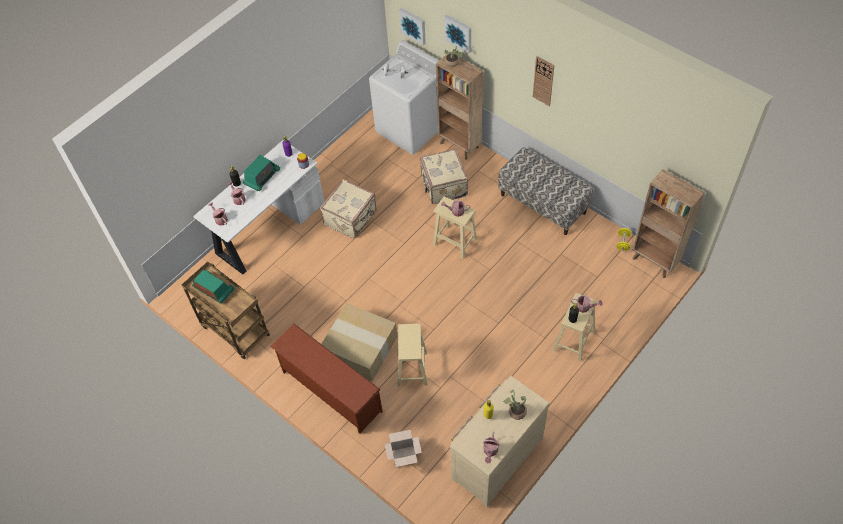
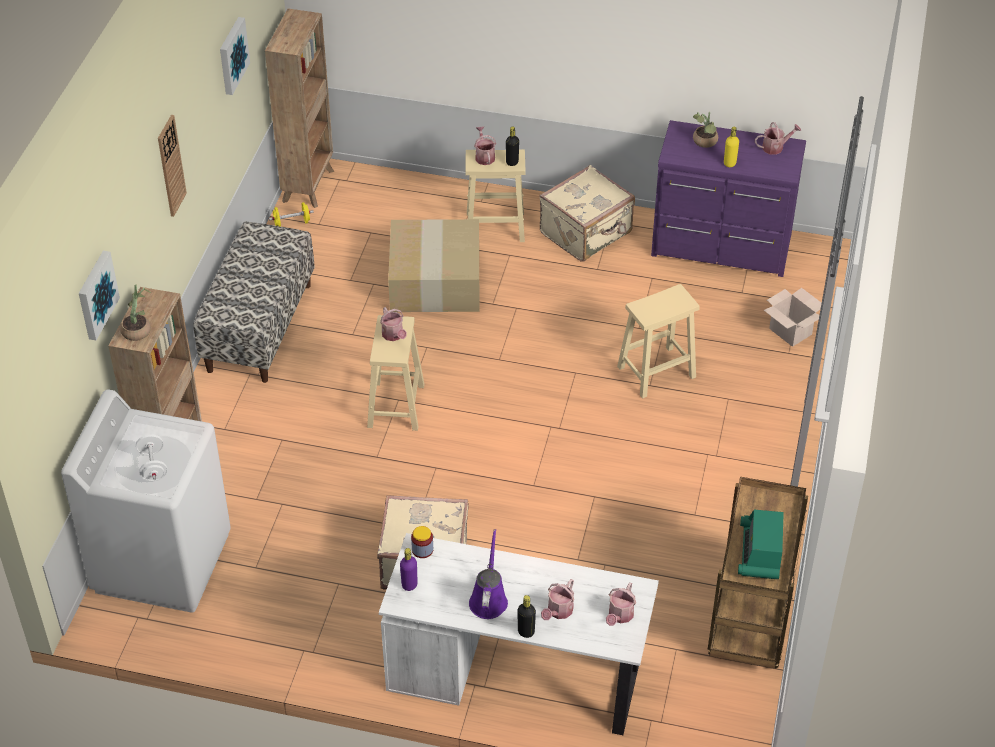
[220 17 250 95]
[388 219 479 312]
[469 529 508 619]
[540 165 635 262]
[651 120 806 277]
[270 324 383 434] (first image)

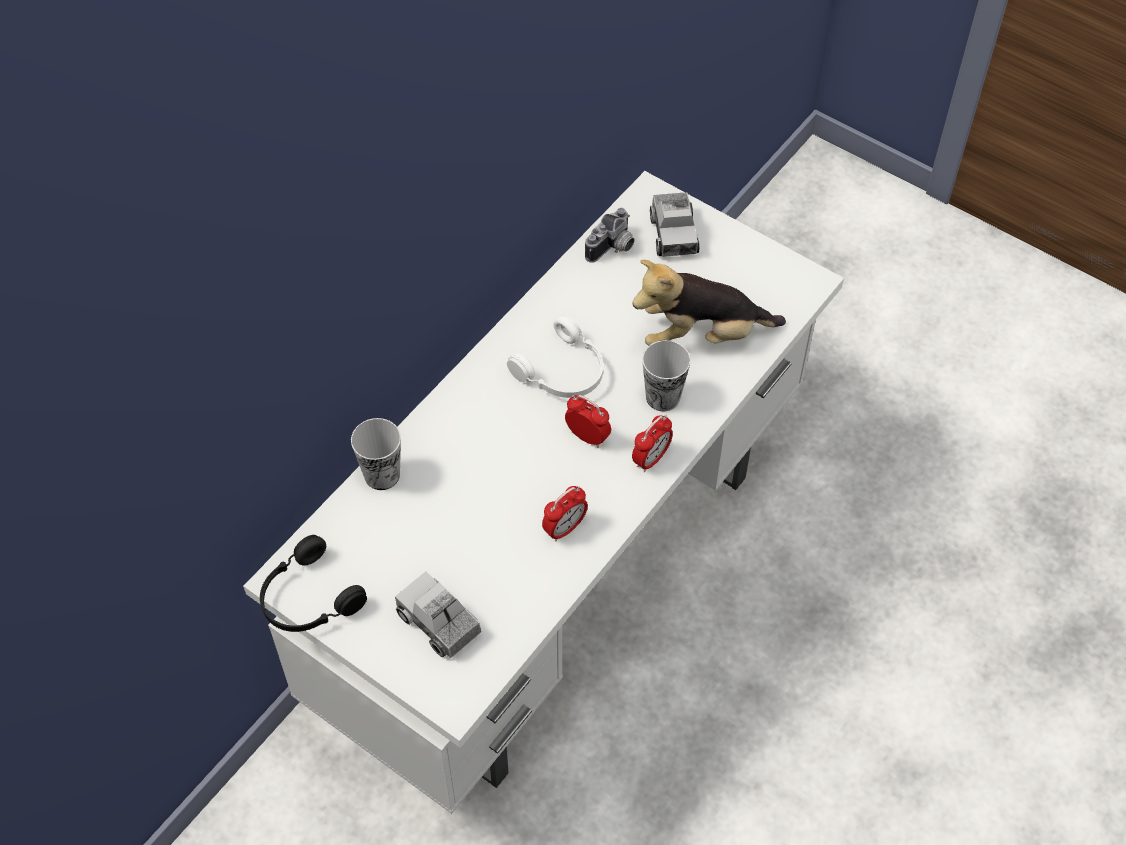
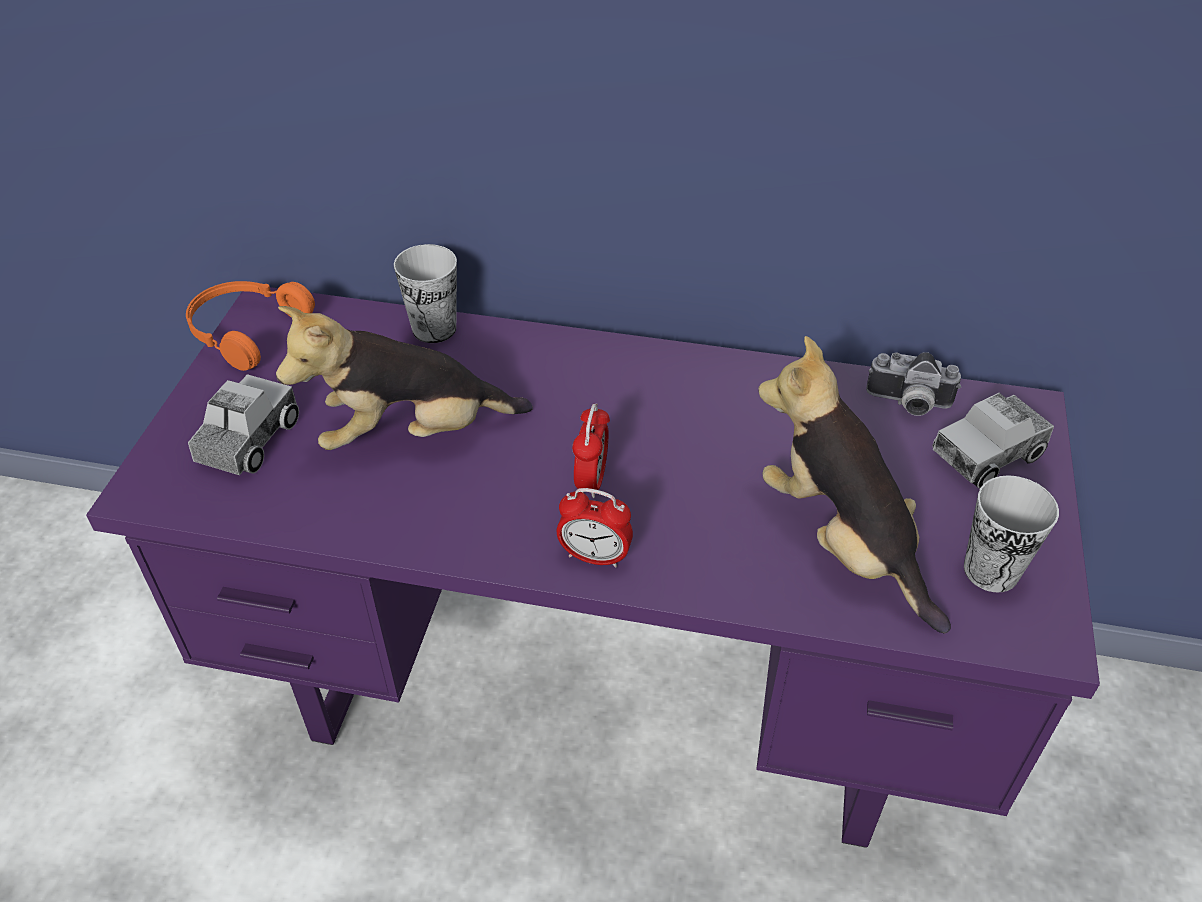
[86 287 1100 848]
[186 281 315 371]
[276 306 533 450]
[964 476 1059 592]
[507 314 603 398] (first image)
[542 486 588 542] (first image)

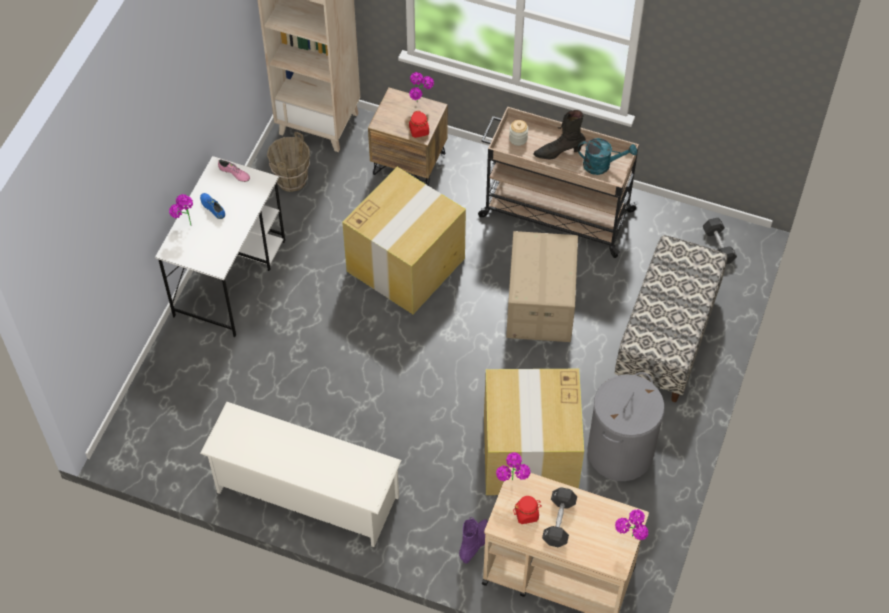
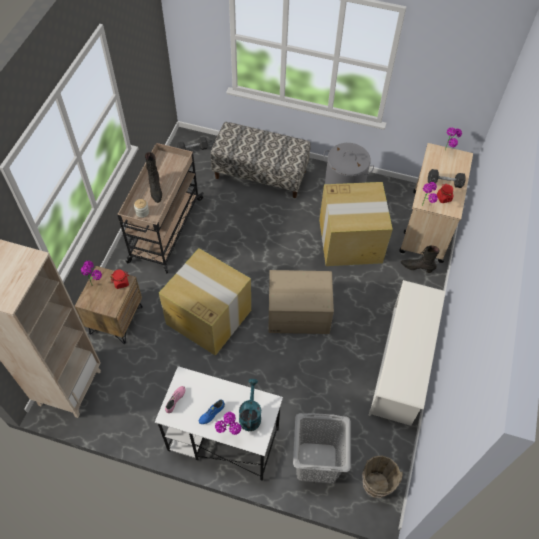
[239 379 261 431]
[268 270 334 334]
[293 413 351 483]
[362 455 402 498]
[401 245 439 273]

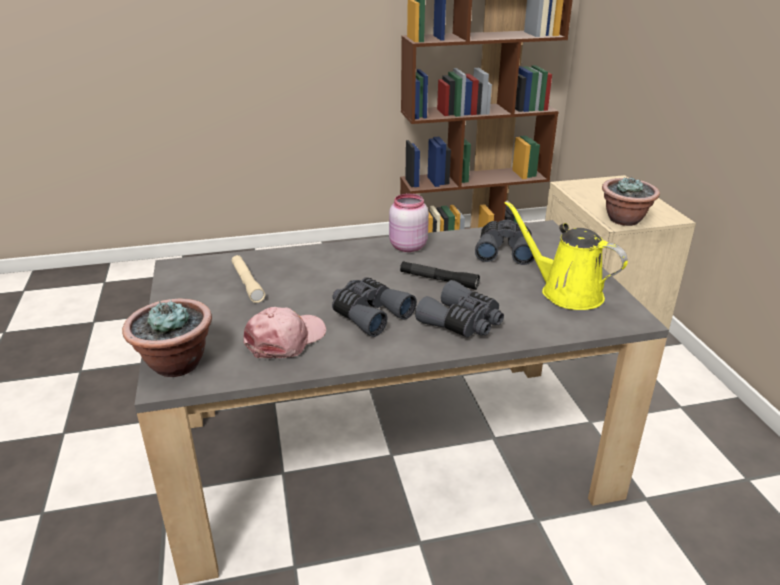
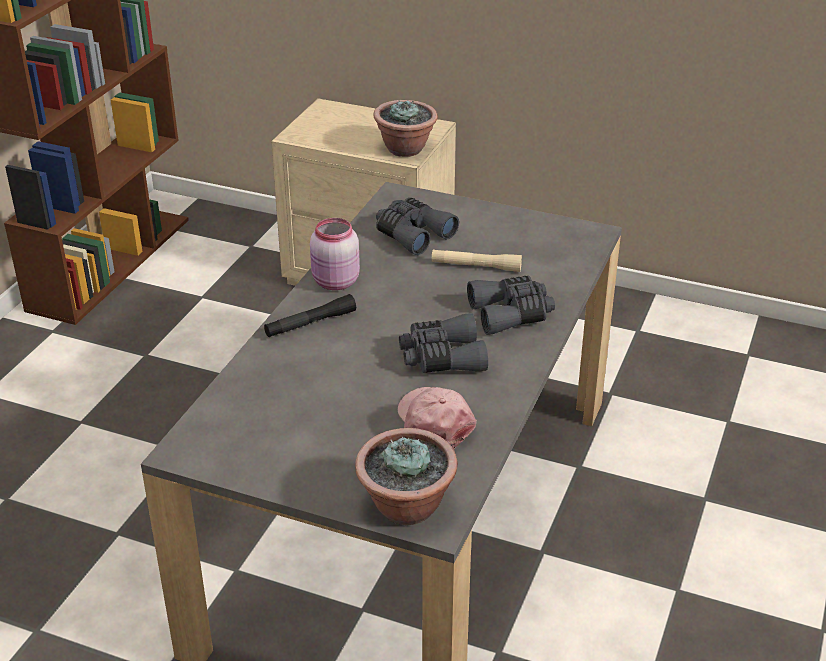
[264 294 356 337]
[432 249 522 272]
[505 201 628 310] (first image)

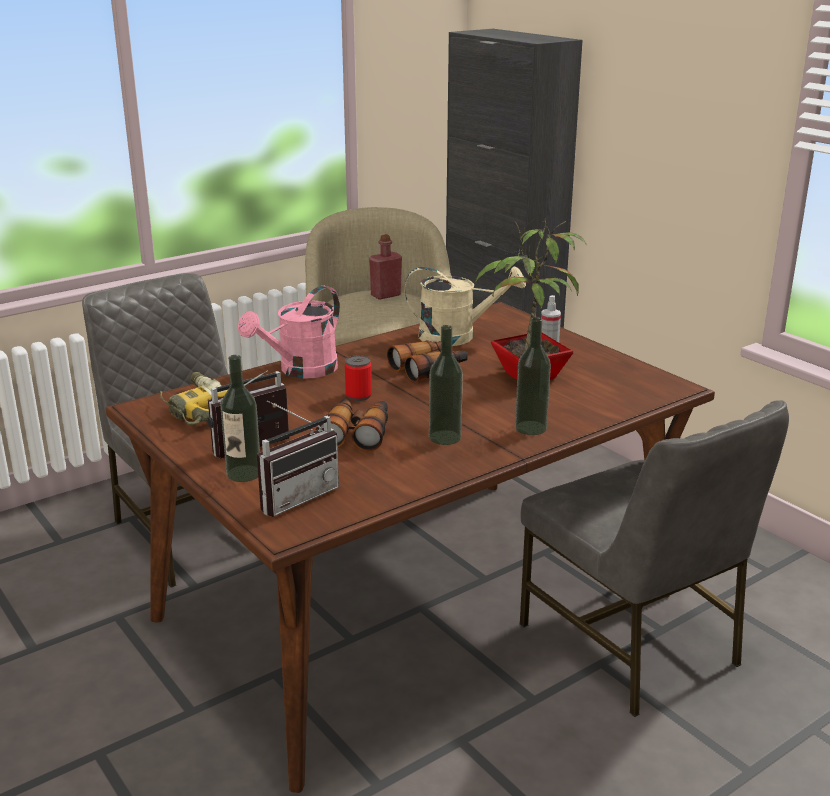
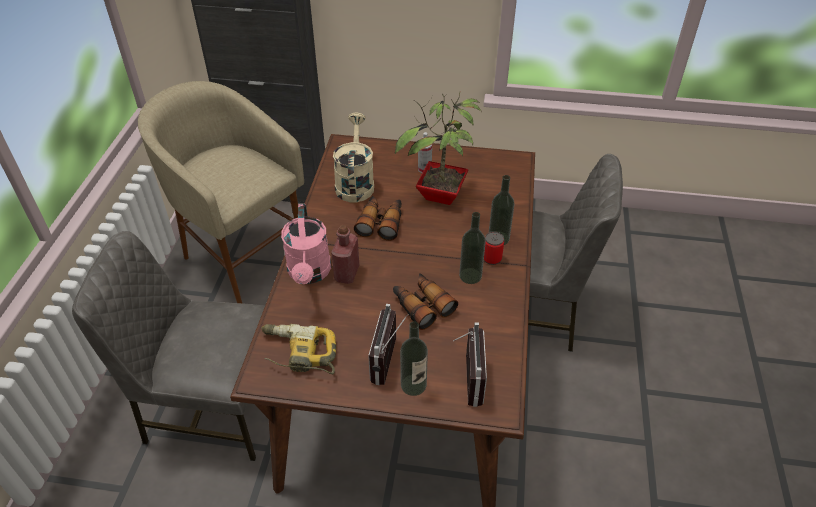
[331 225 359 284]
[333 113 374 203]
[484 231 504 265]

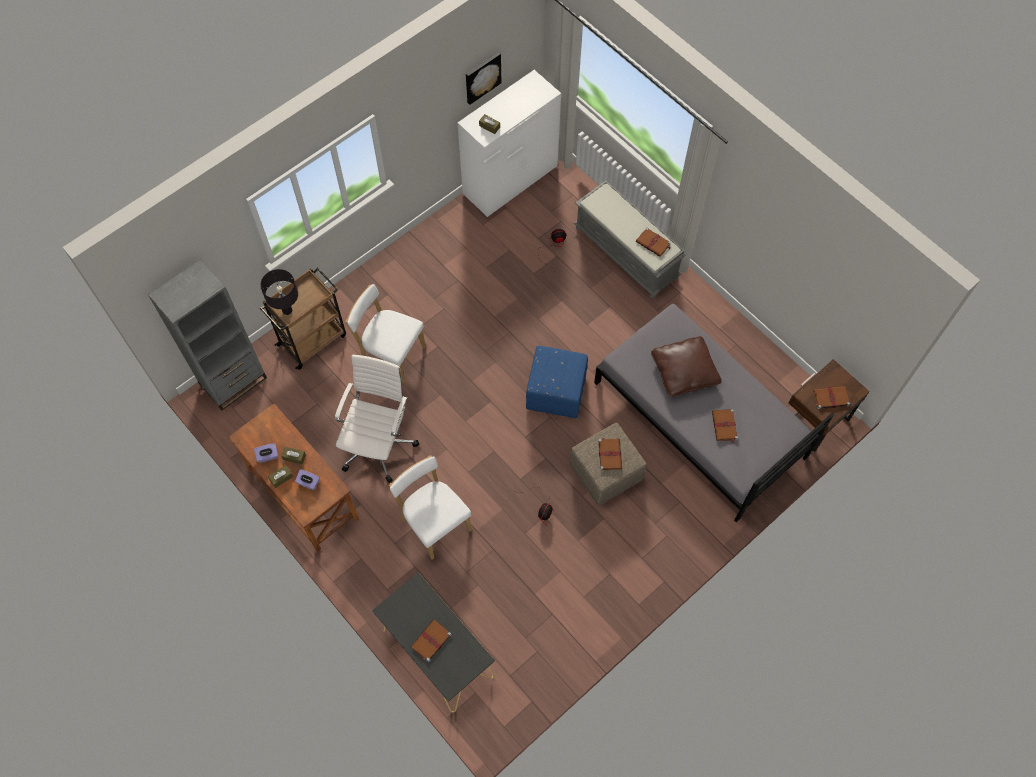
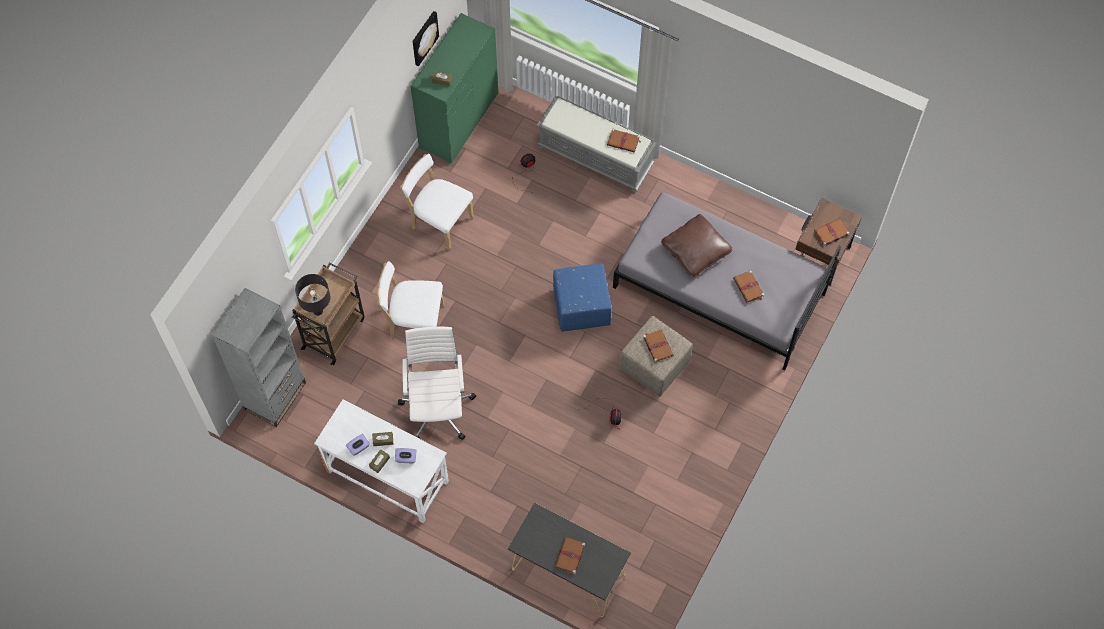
[314 399 449 523]
[400 154 474 250]
[411 13 498 163]

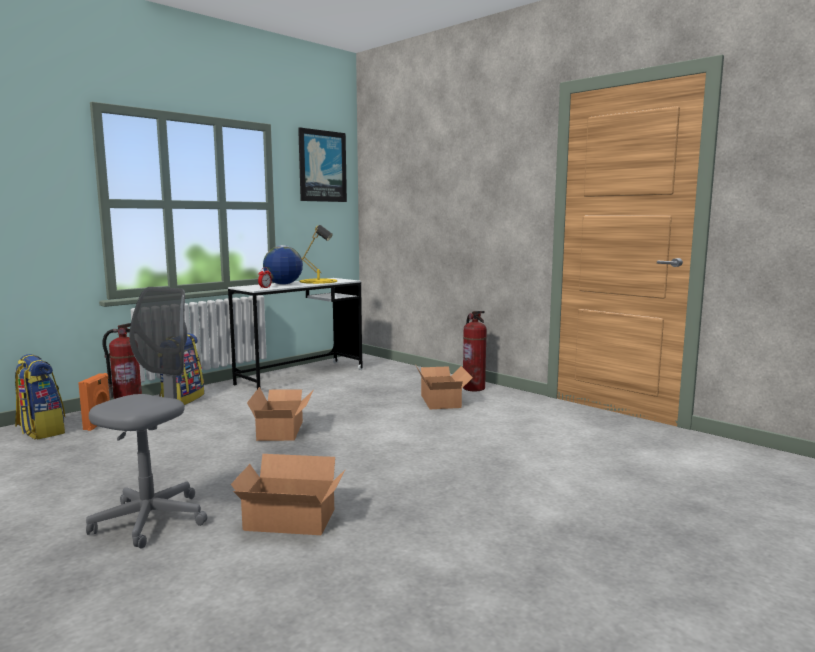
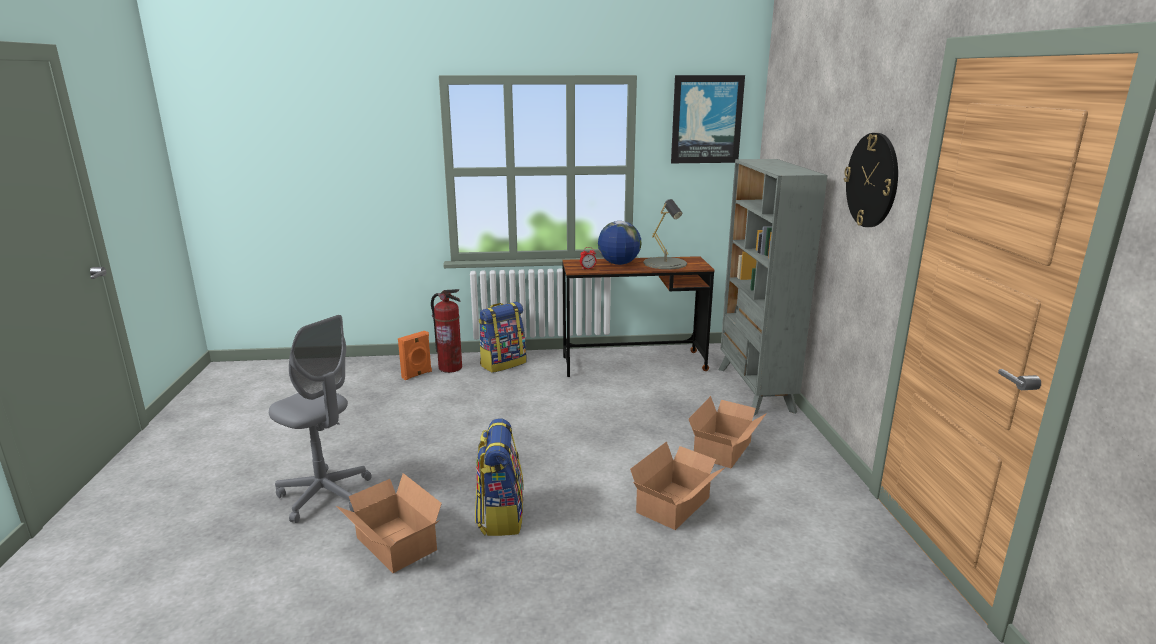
[269 315 371 523]
[475 419 524 536]
[563 256 714 377]
[630 441 725 530]
[643 199 687 269]
[718 159 828 416]
[844 133 898 227]
[463 311 487 391] (first image)

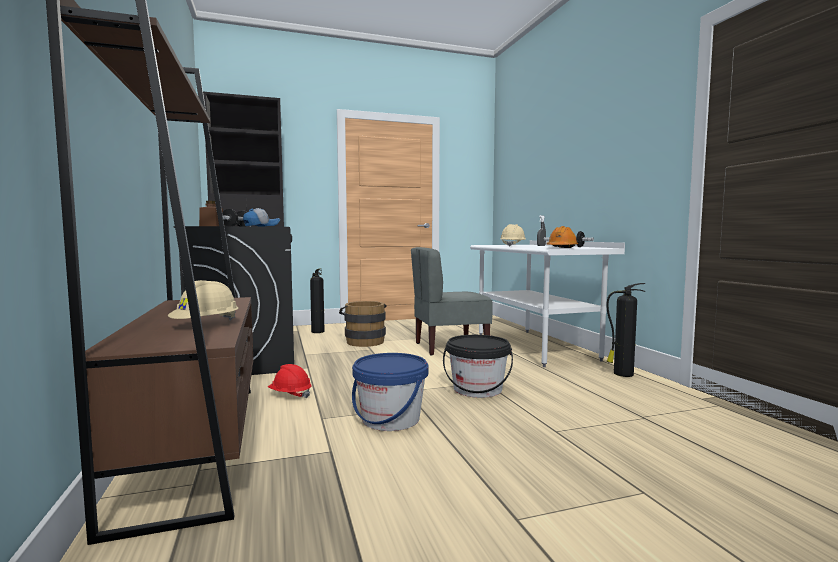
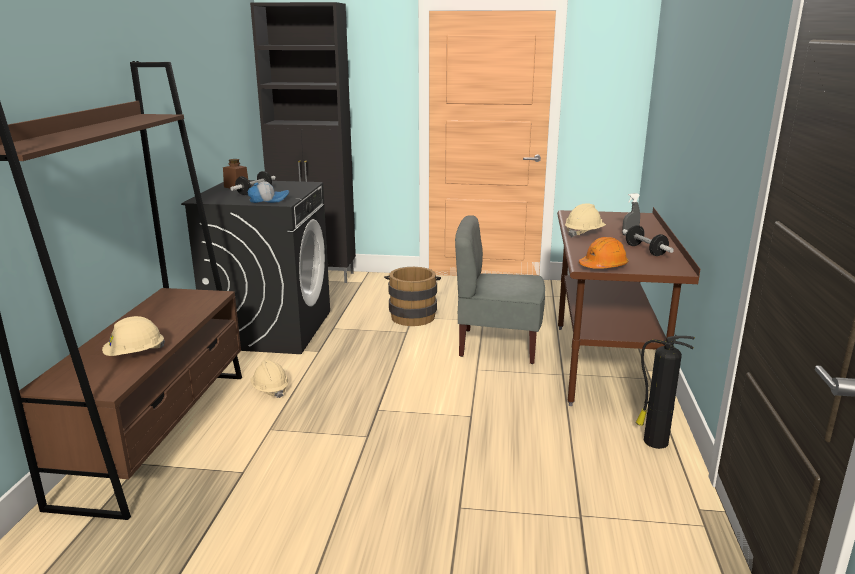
[251 360 289 398]
[557 207 700 406]
[310 268 325 333] (first image)
[352 353 429 431] (first image)
[443 335 513 398] (first image)

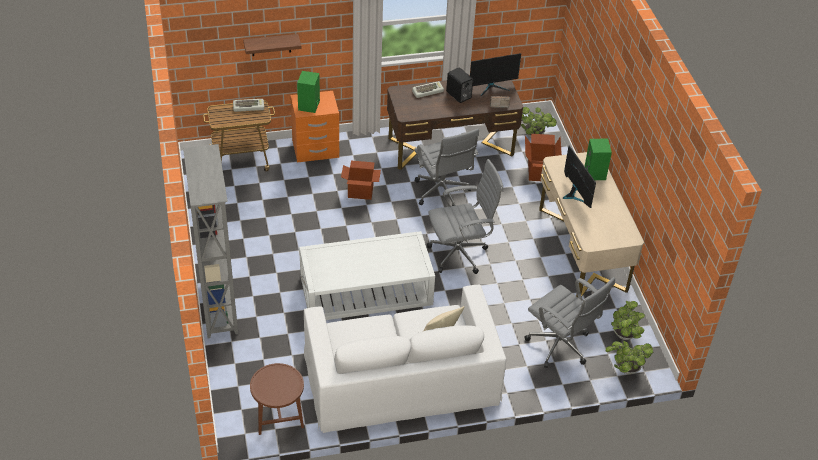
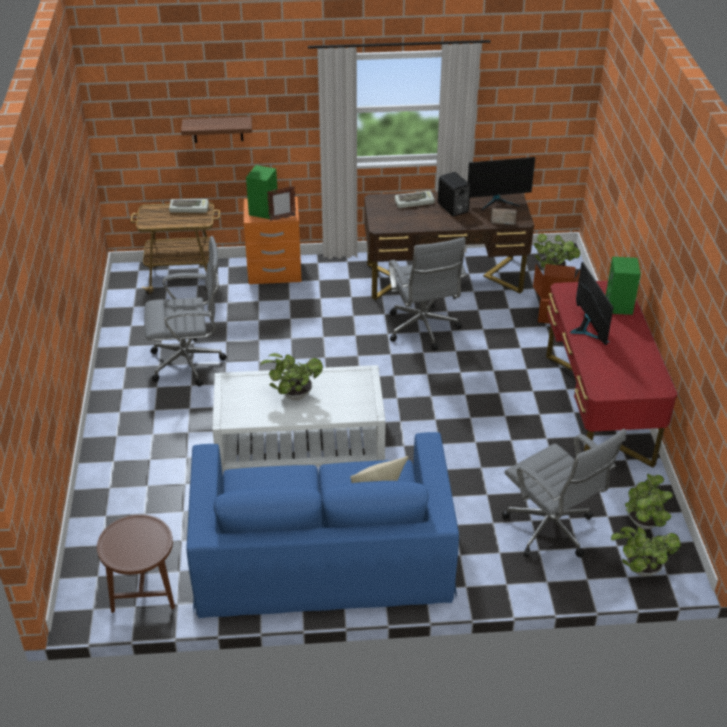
[144 236 227 386]
[186 432 459 618]
[260 353 323 400]
[267 186 296 221]
[546 281 678 467]
[183 144 238 339] (first image)
[341 161 381 200] (first image)

